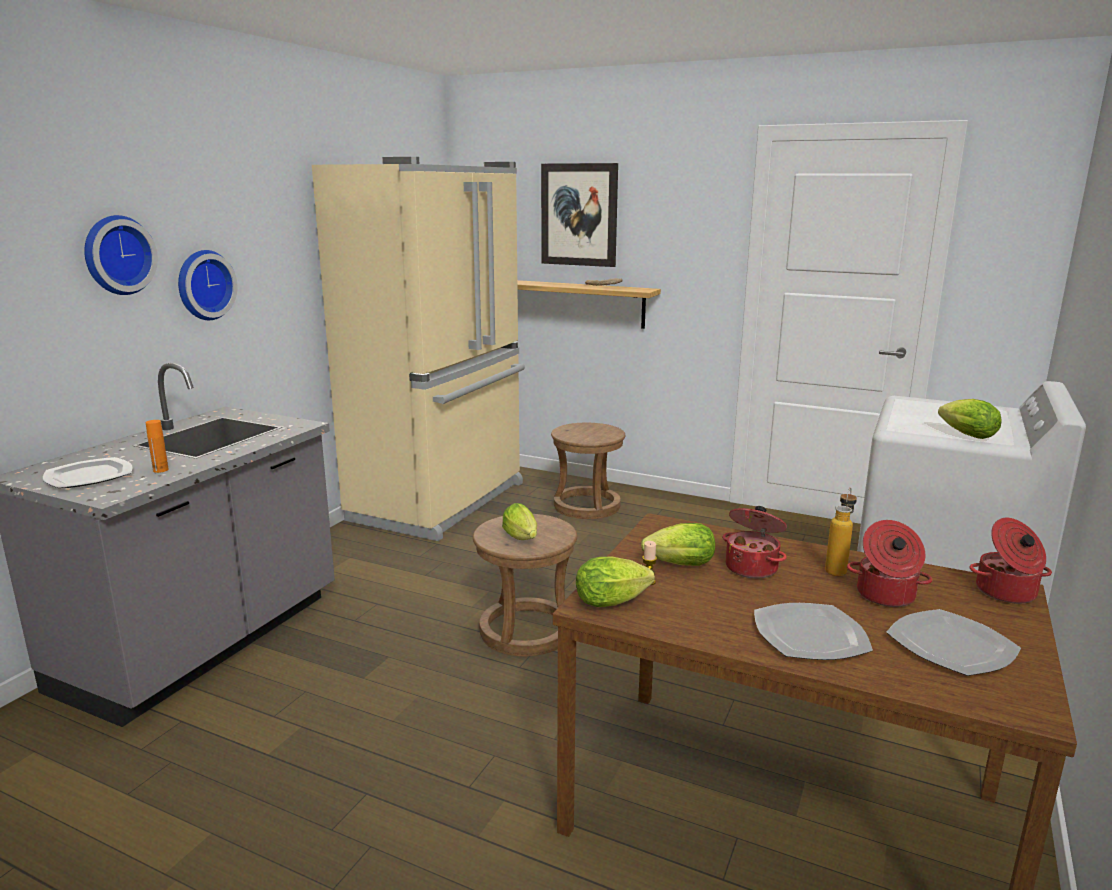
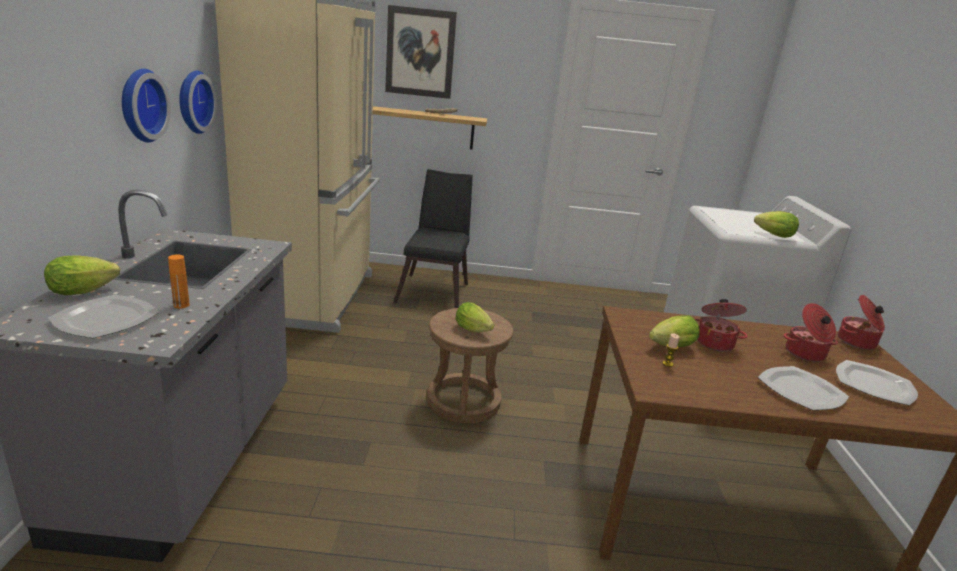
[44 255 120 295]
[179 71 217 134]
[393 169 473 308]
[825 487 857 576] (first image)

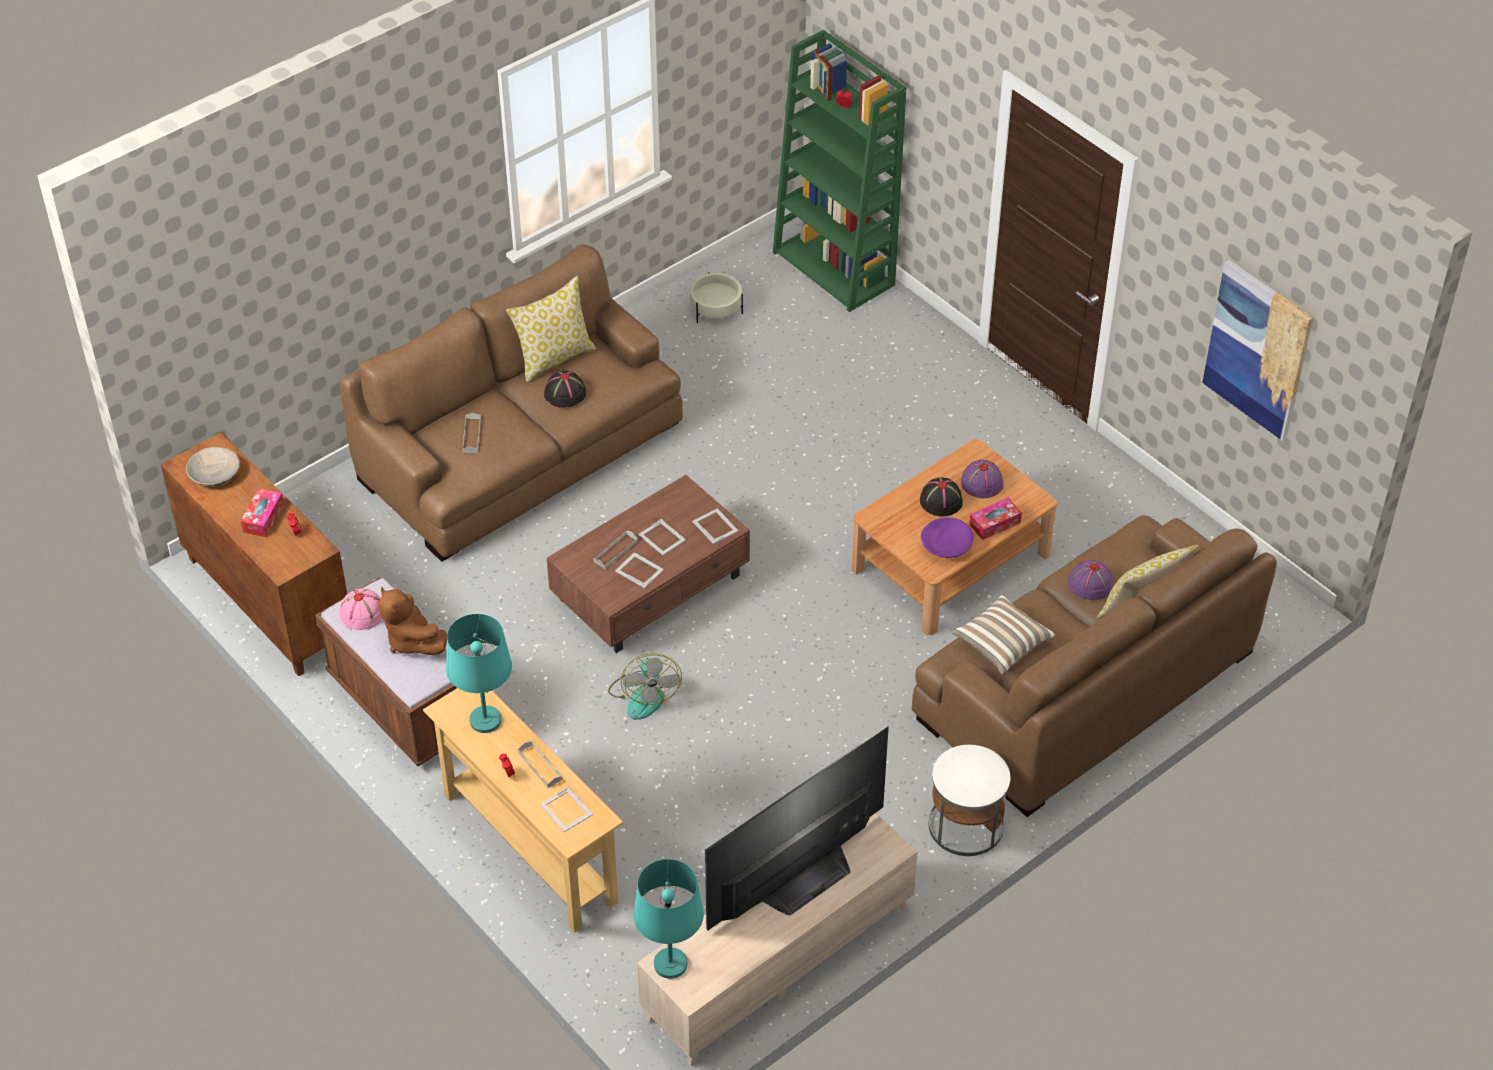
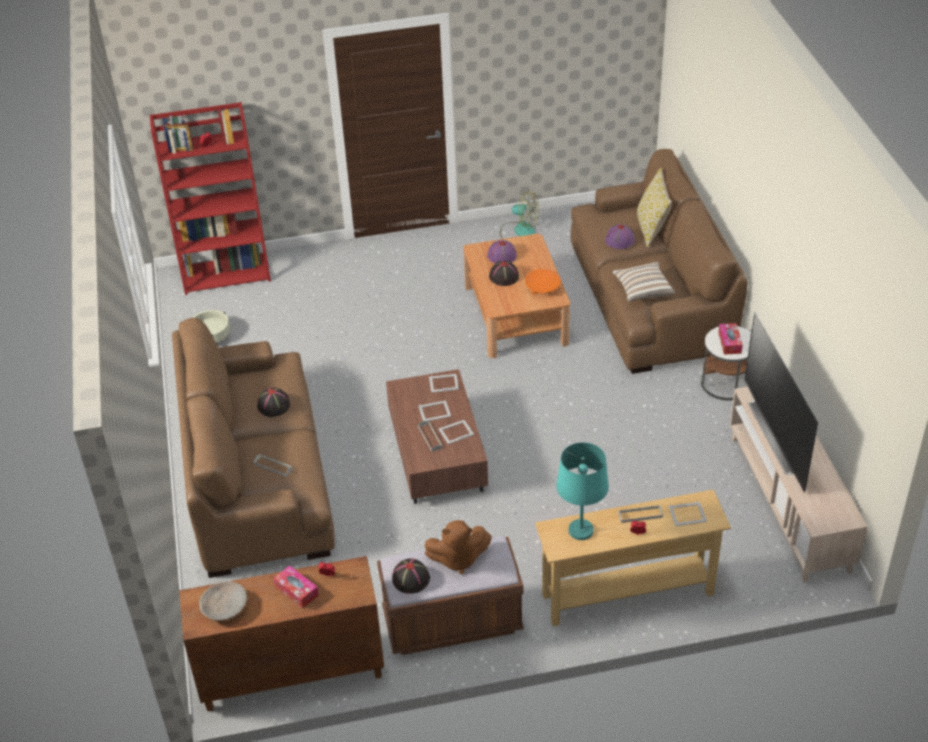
[150 102 271 295]
[392 558 430 594]
[500 191 539 239]
[525 269 561 294]
[718 323 743 354]
[506 276 596 382] (first image)
[634 859 704 979] (first image)
[1202 260 1313 441] (first image)

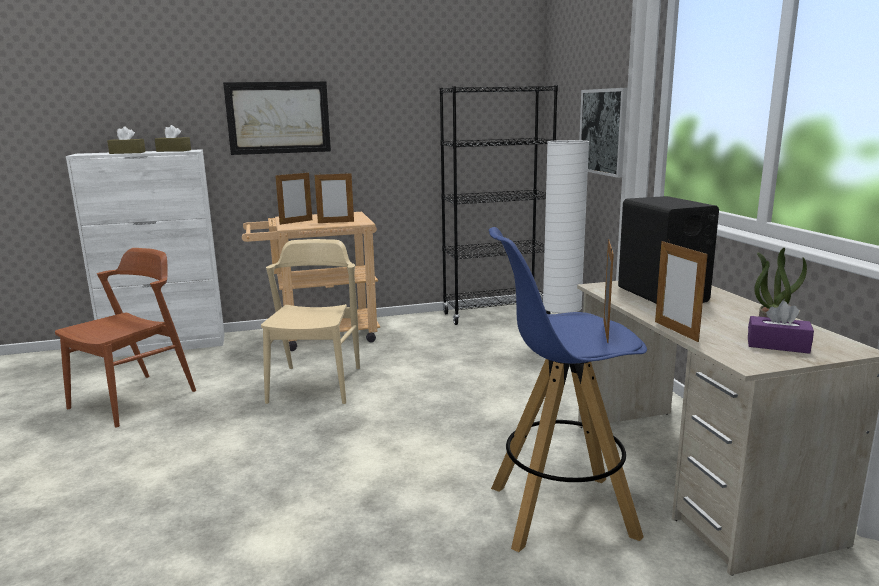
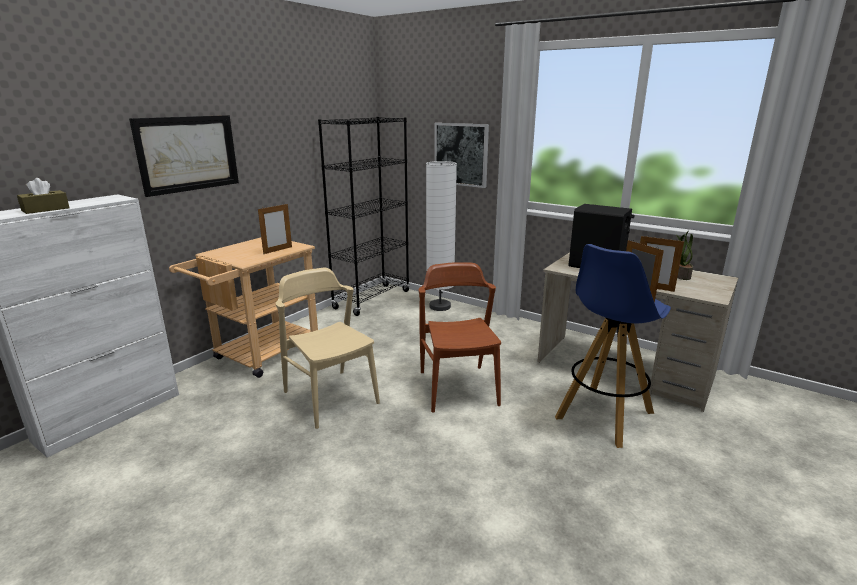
[419 262 501 413]
[155 125 191 152] (first image)
[275 173 312 225] (first image)
[748 301 814 354] (first image)

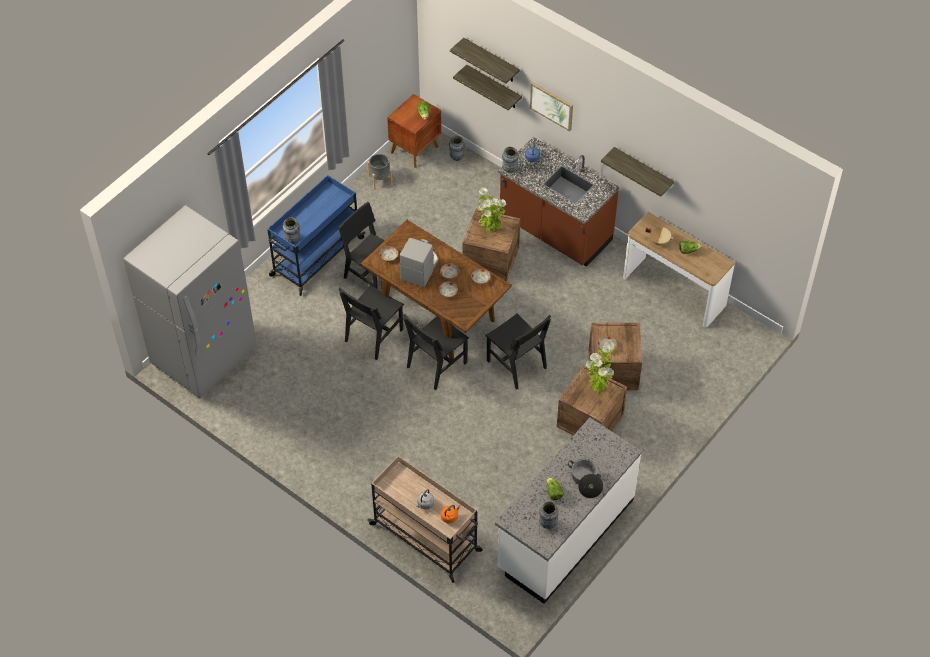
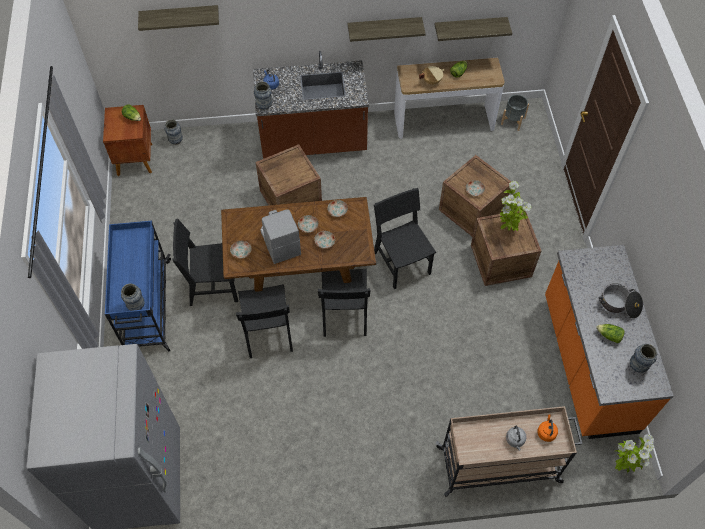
[374 188 436 289]
[434 17 512 41]
[501 95 529 131]
[545 245 674 439]
[615 435 654 473]
[530 82 573 131] (first image)

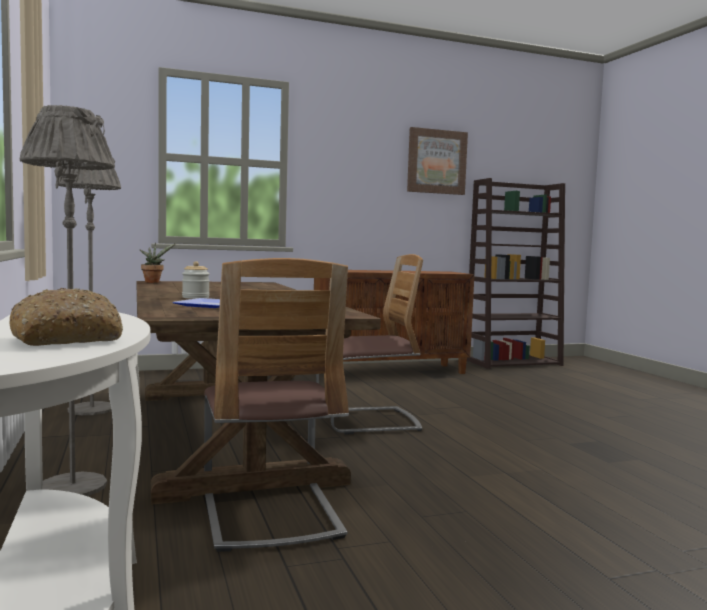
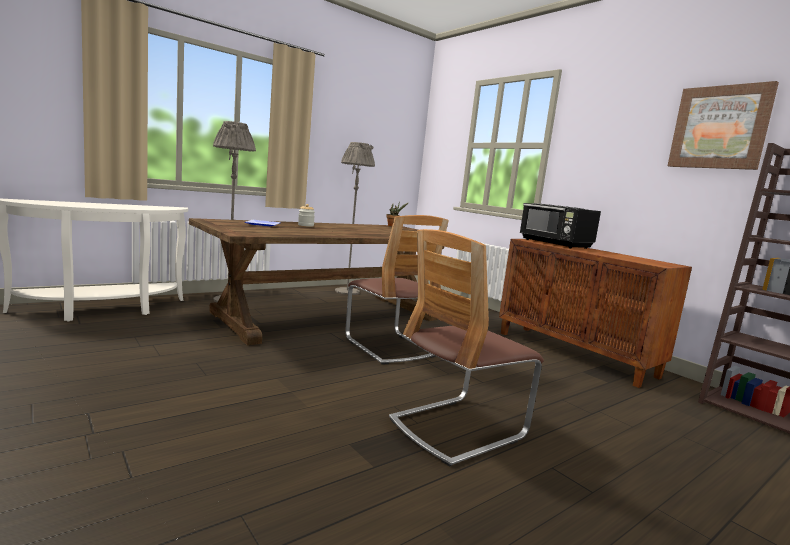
[389 229 544 466]
[519 203 601 249]
[10 288 123 346] (first image)

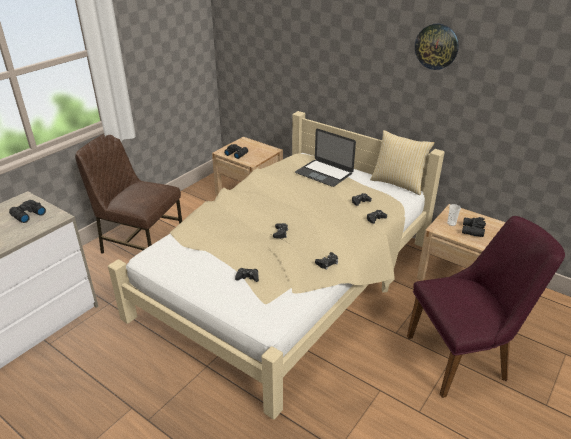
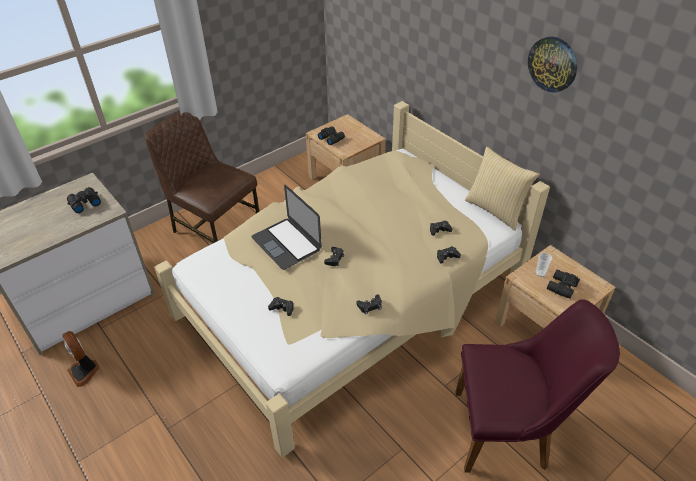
[62 331 100 387]
[251 185 322 270]

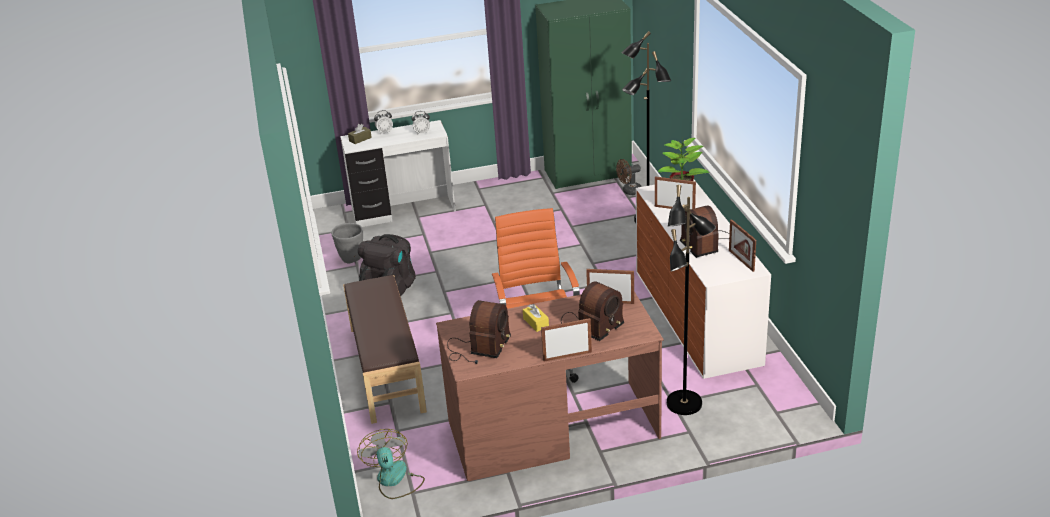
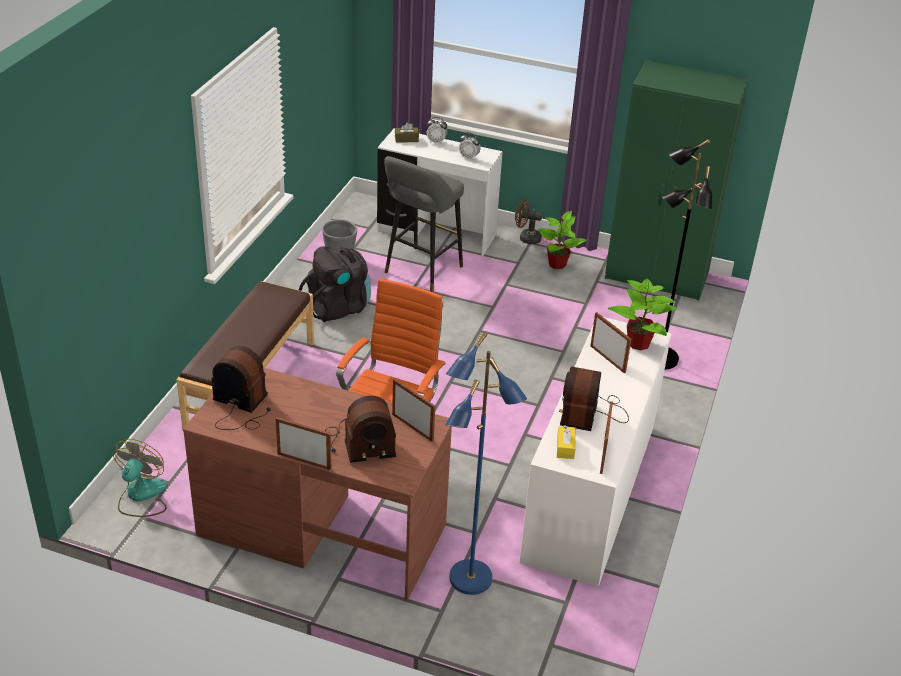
[211 346 271 430]
[384 156 464 292]
[445 332 527 595]
[515 199 543 244]
[538 211 587 269]
[557 425 576 459]

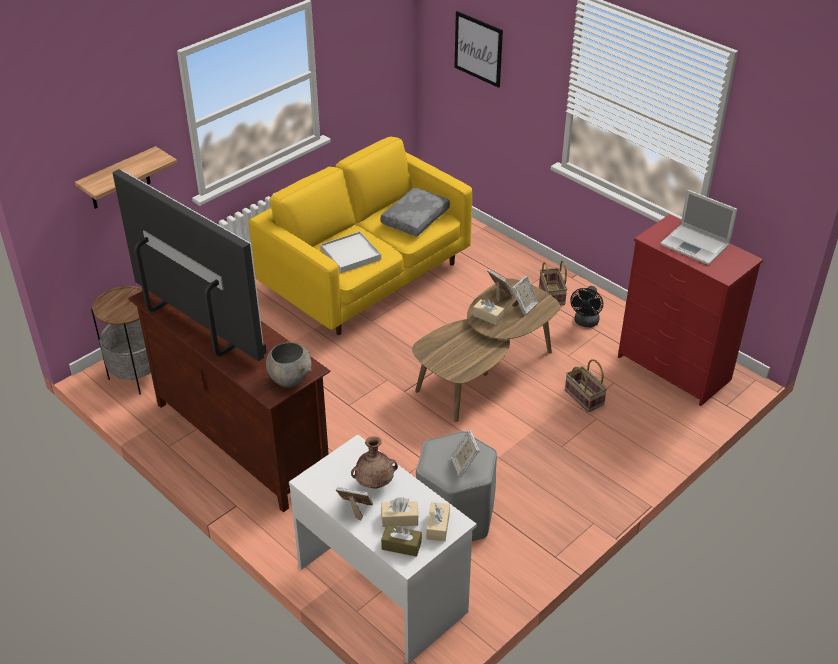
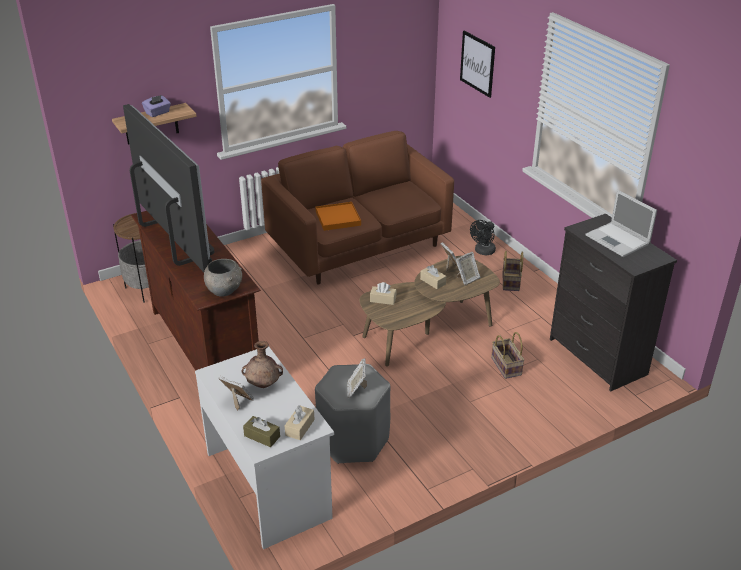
[142 95 171 117]
[261 131 454 285]
[316 202 361 231]
[370 282 396 305]
[470 220 496 255]
[550 214 677 391]
[380 187 450 236] (first image)

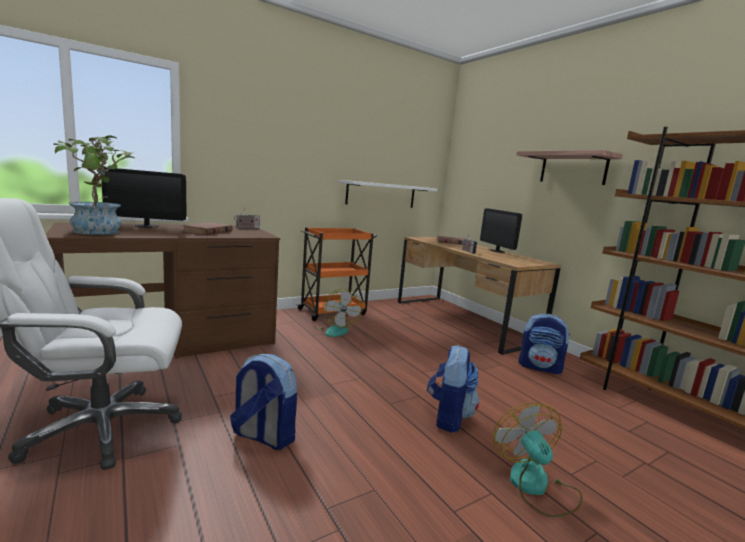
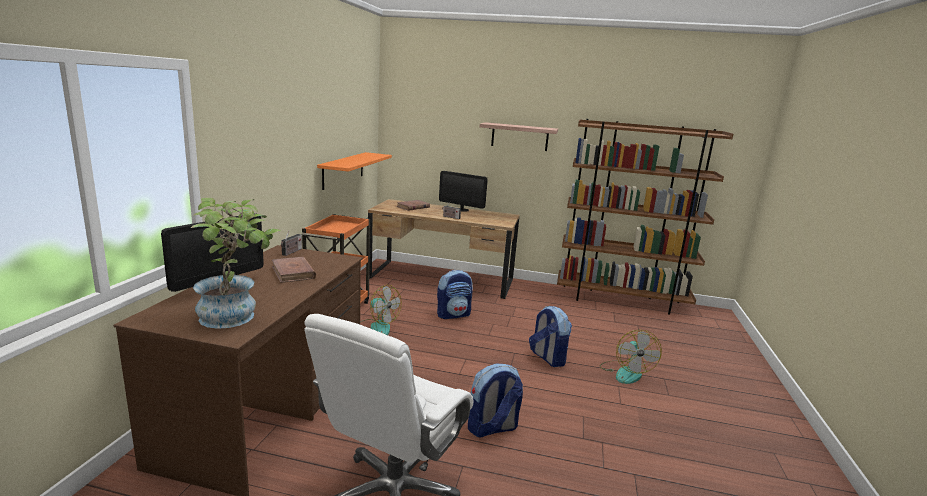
[317 152 392 190]
[437 270 473 319]
[600 330 662 384]

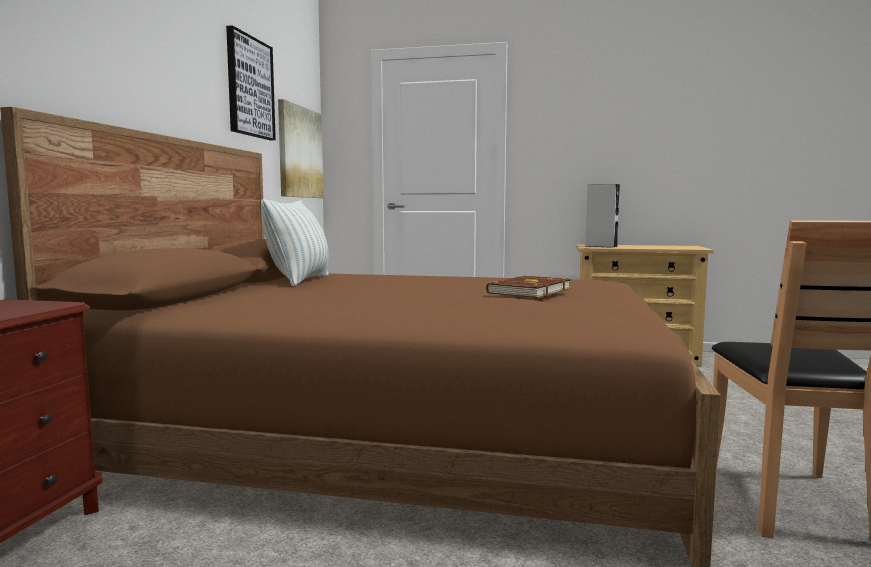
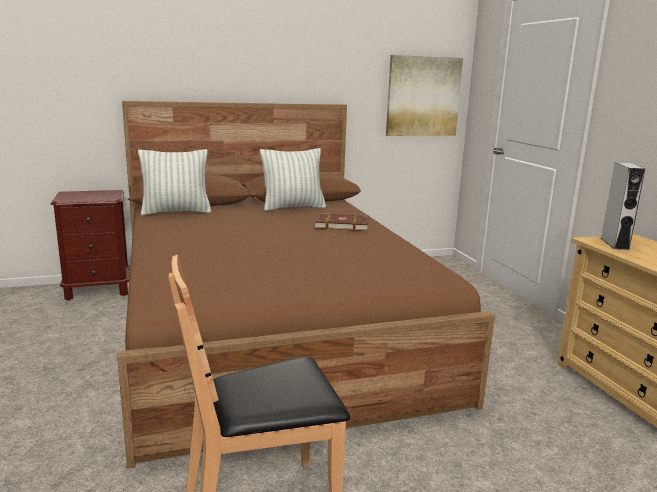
[138 149 211 215]
[315 213 369 231]
[226 25 276 140] (first image)

